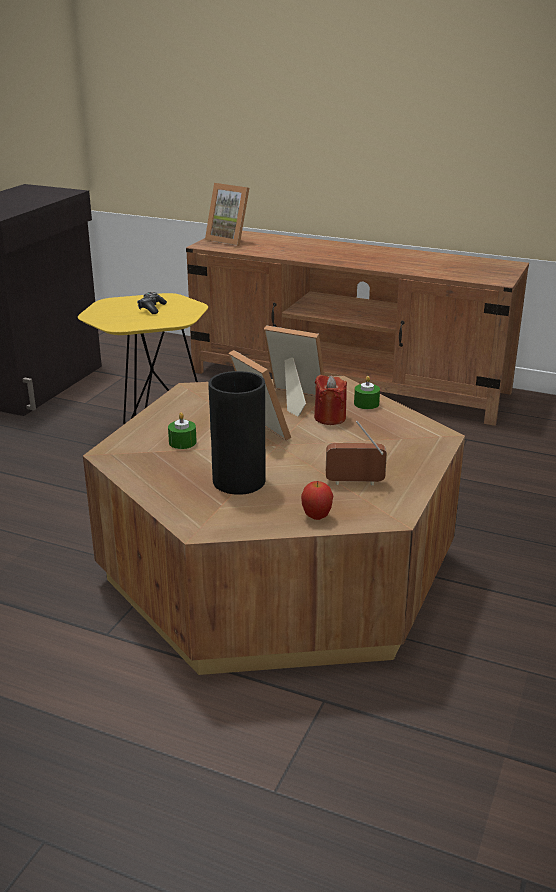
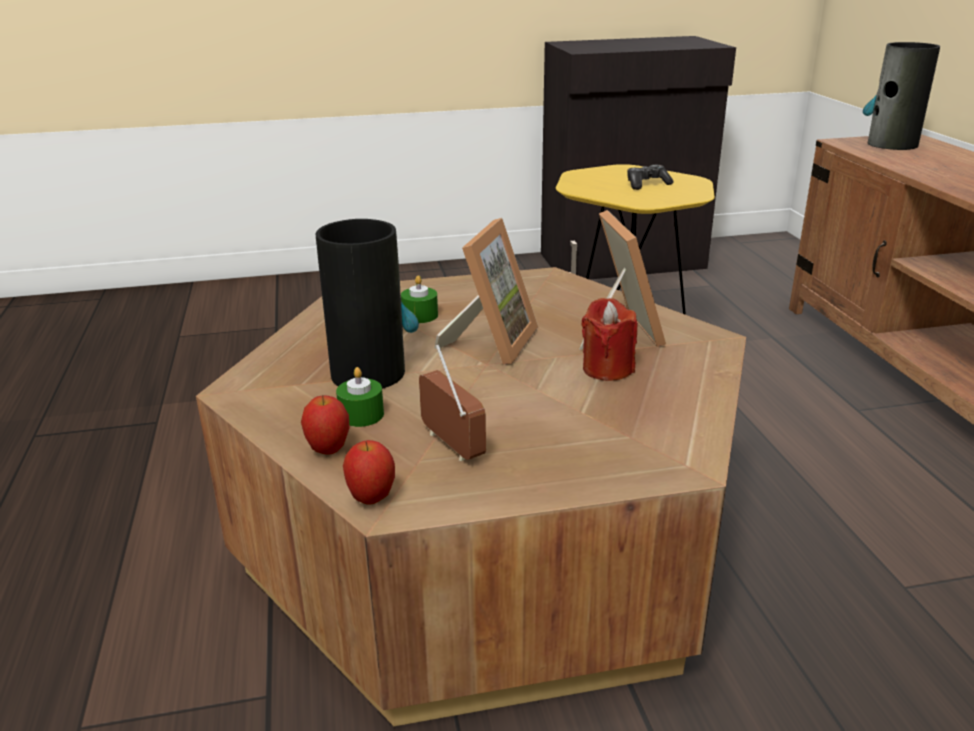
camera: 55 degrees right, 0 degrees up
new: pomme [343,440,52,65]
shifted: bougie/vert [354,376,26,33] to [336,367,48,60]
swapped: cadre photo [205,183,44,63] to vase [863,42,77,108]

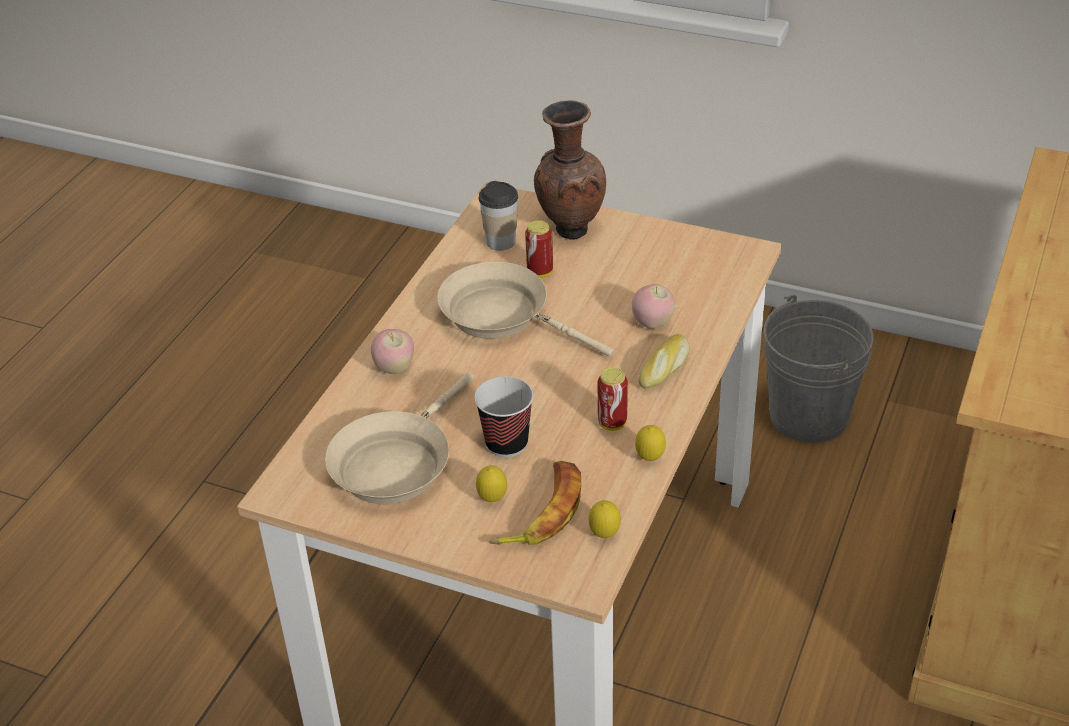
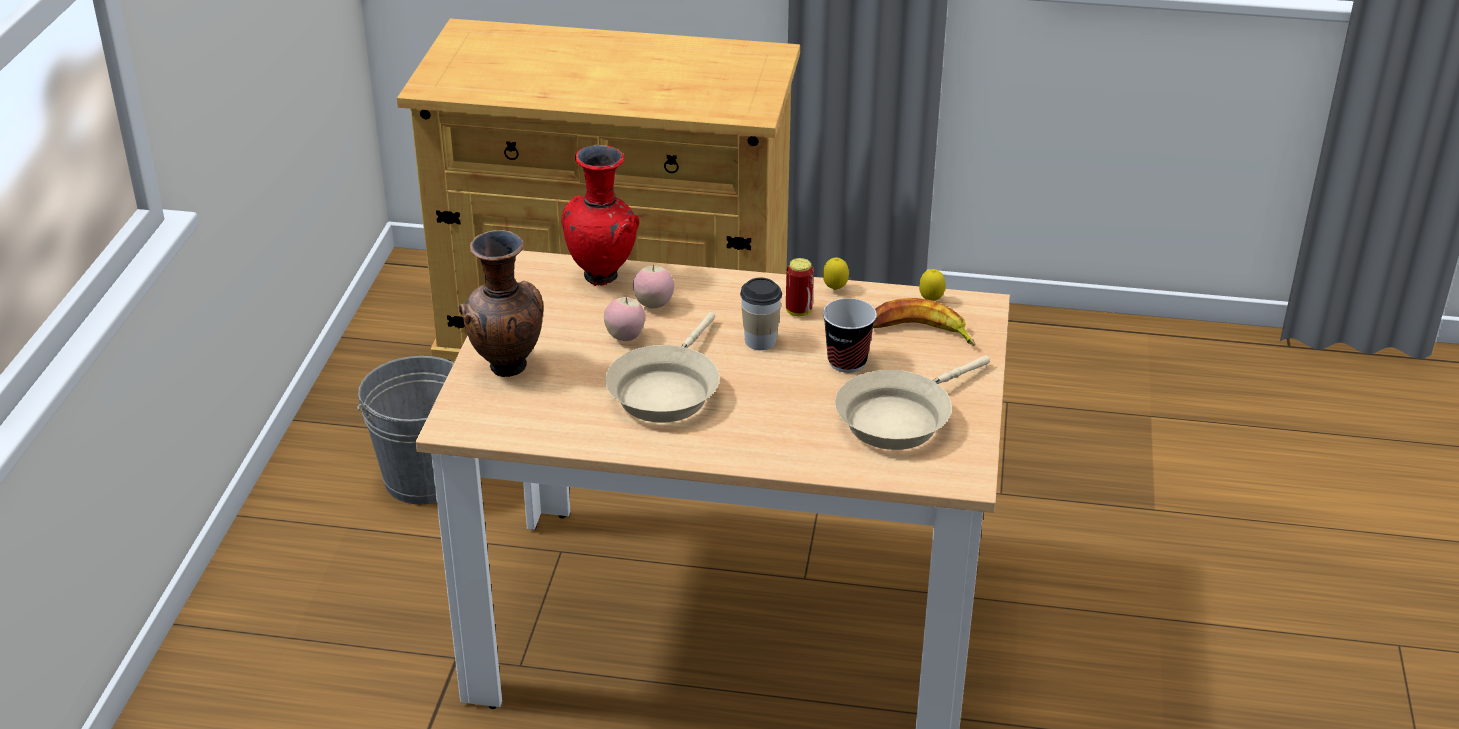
camera: 105 degrees left, 5 degrees down
gone: citron [476,465,31,37]; boîte métallique [525,220,28,58]; pain [638,334,52,54]
new: vase/rouge [561,145,78,141]
shifted: pomme [371,329,43,45] to [604,297,41,44]; tasse [479,181,39,70] to [740,278,42,72]
rotated: poêle/beige [325,372,149,133] = [835,355,155,95] 120 degrees clockwise

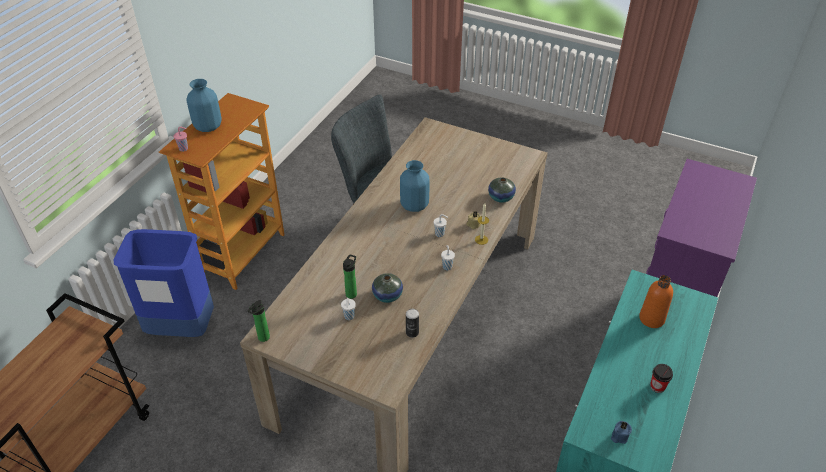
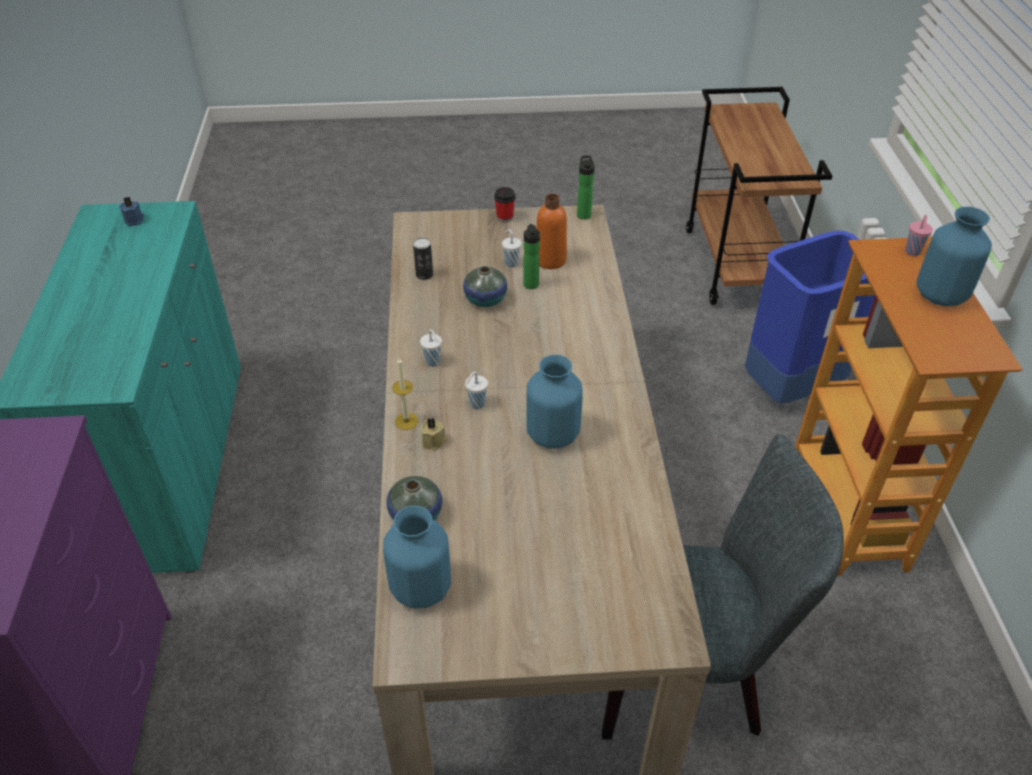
camera: 150 degrees right, 0 degrees up
new: vase/bleu [383,506,68,102]
shifted: bouteille/orange [639,275,34,53] to [536,194,31,75]; tasse [650,364,23,29] to [494,187,22,35]

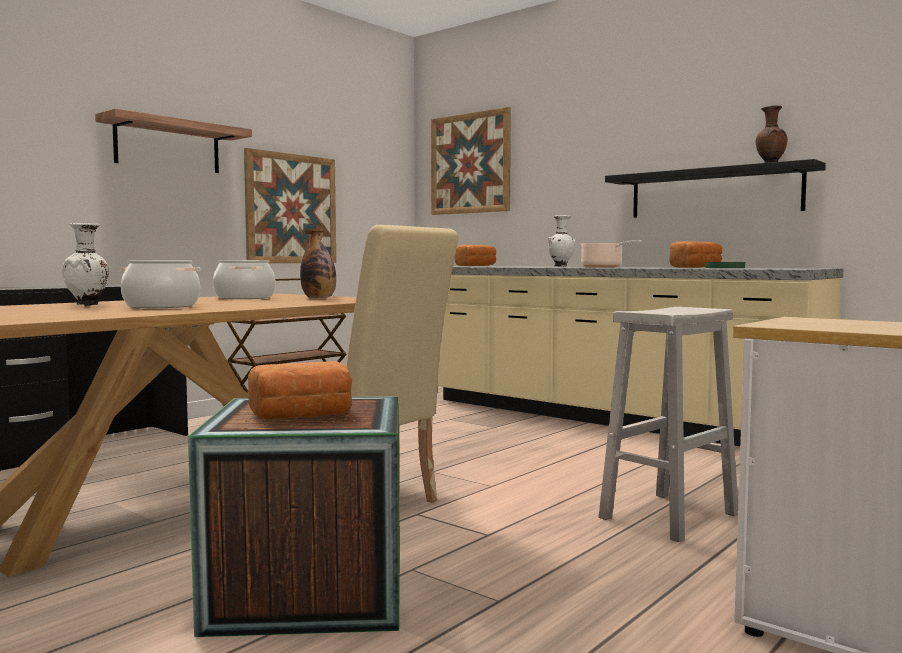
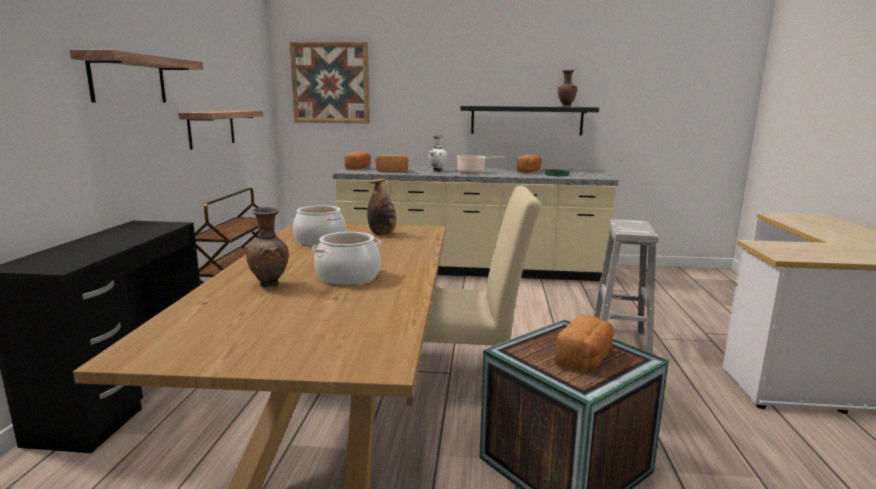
camera: 35 degrees left, 10 degrees up
new: pain [375,155,34,18]
swapped: tableau [244,148,92,115] to étagère [179,111,84,39]
repainted: vase/blanc [62,223,47,83] to vase/marron [246,207,43,81]

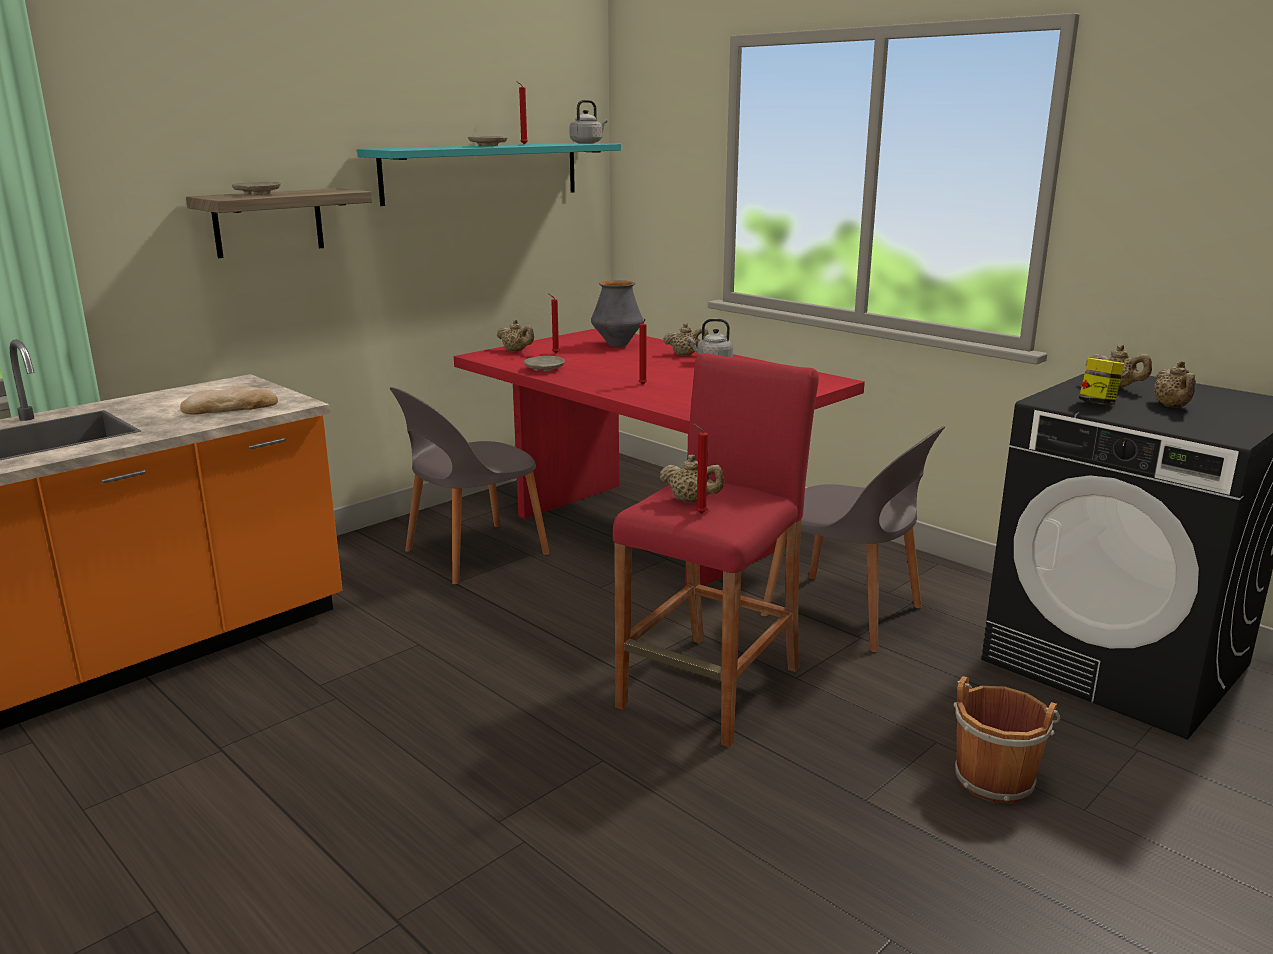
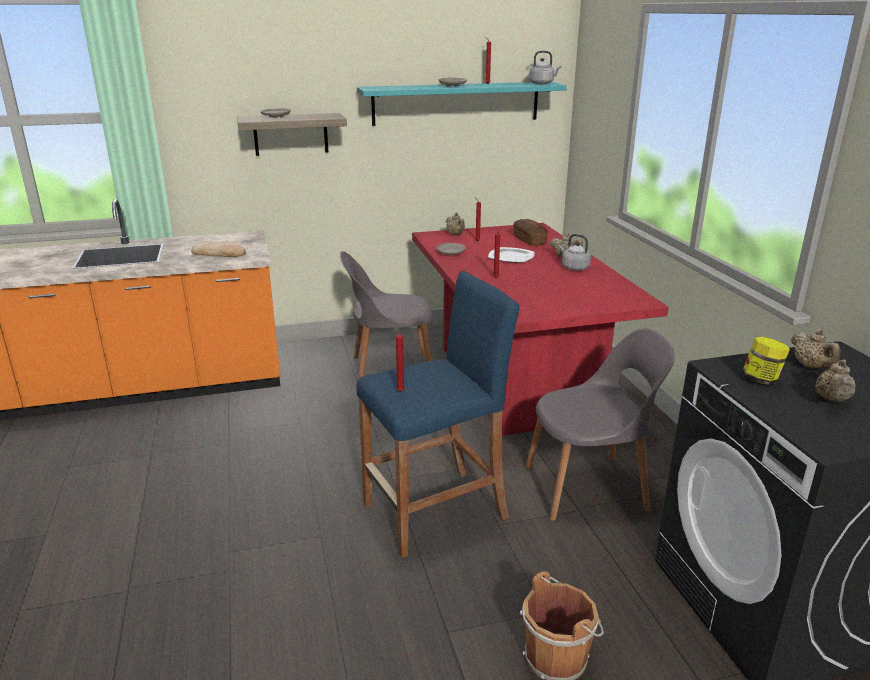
camera: 30 degrees right, 5 degrees up
gone: théière/beige [660,455,65,47]
new: assiette [488,247,47,16]
swapped: vase [591,280,52,67] to pain [513,219,35,27]
repainted: tabouret/rouge [613,353,206,394] to tabouret/bleu [356,271,163,287]
rotated: chaise/gris [760,426,186,226] = [525,328,150,193] 75 degrees counterclockwise

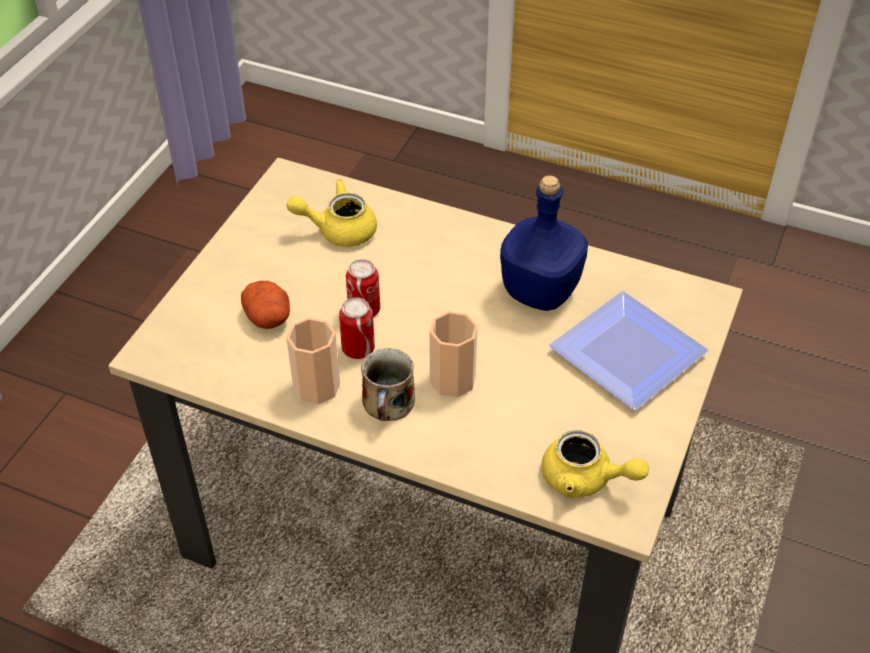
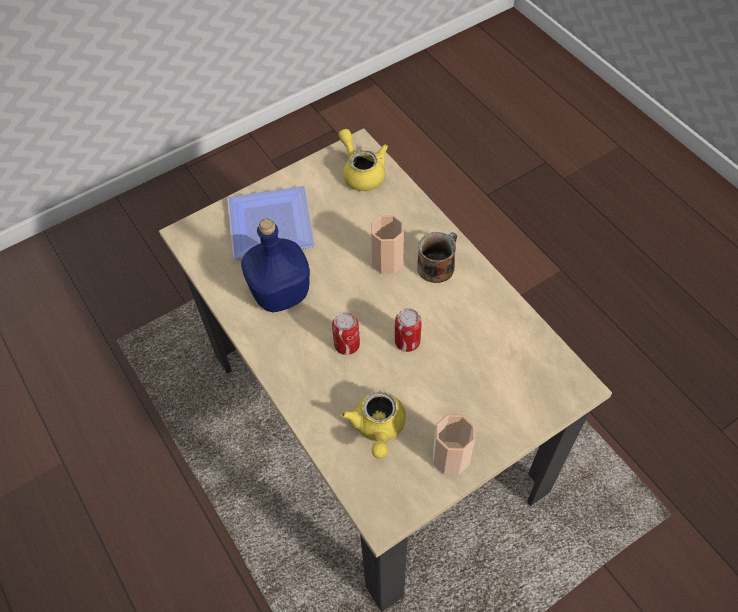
camera: 145 degrees left, 10 degrees up
gone: pomme de terre [241,281,49,48]
shifted: tasse [286,317,54,87] to [433,414,42,61]; boîte métallique [339,297,36,62] to [332,311,28,44]
rotated: théière/jaune [286,179,91,68] = [341,391,65,68] 60 degrees clockwise

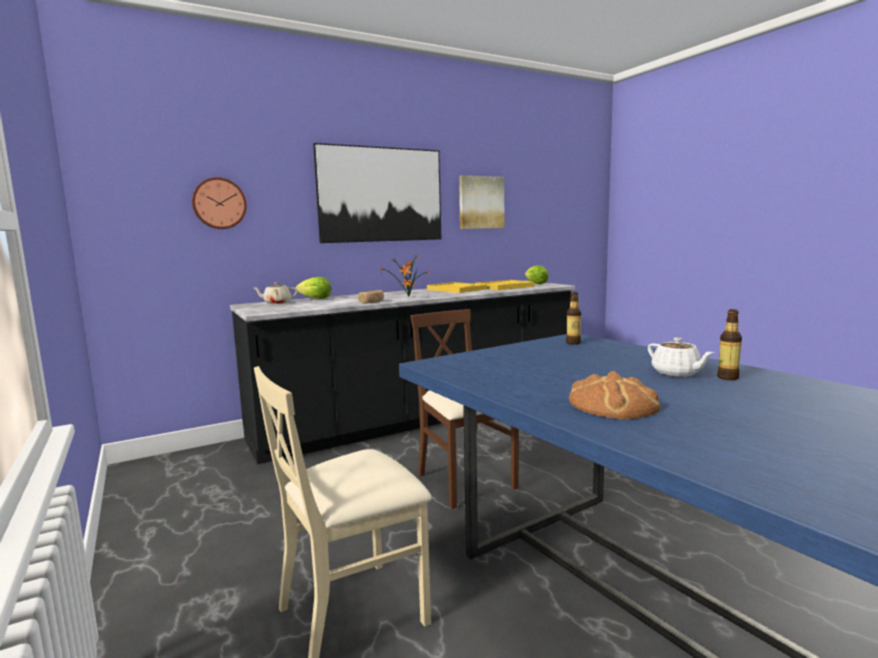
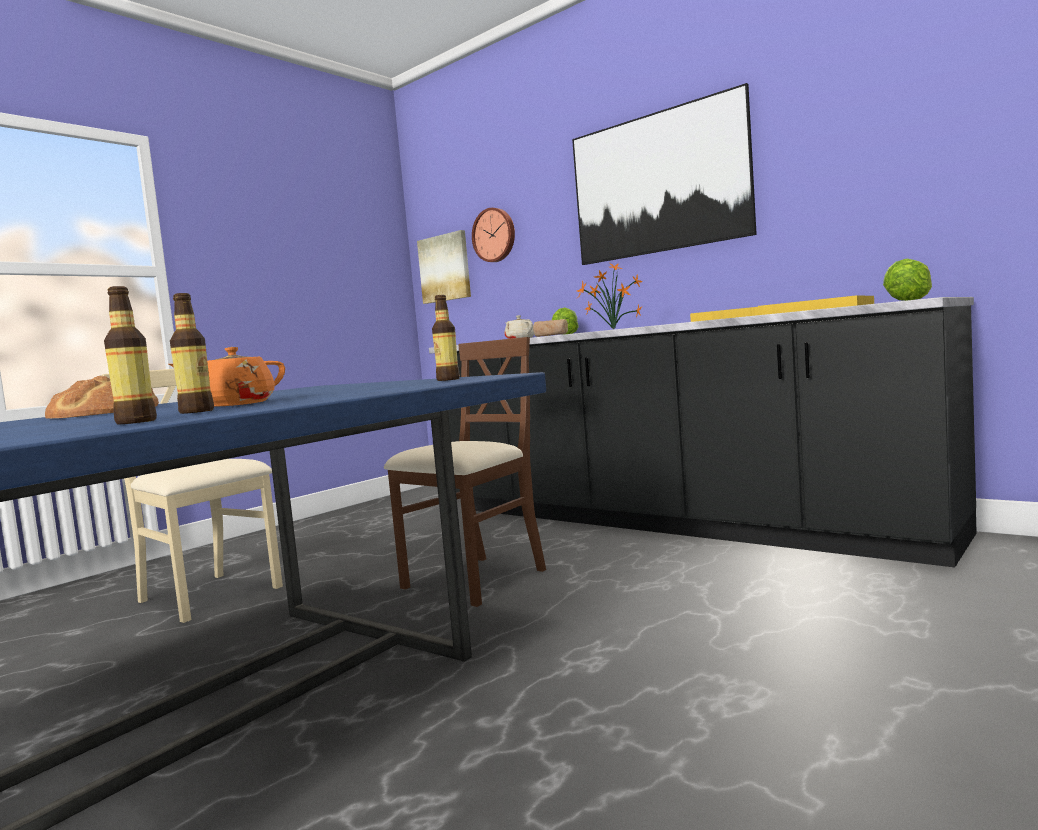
camera: 70 degrees right, 5 degrees down
new: bouteille [104,286,53,138]
shifted: tableau [459,175,45,54] to [417,230,54,74]
repainted: théière/blanc [648,337,66,40] to théière/orange [168,347,117,60]

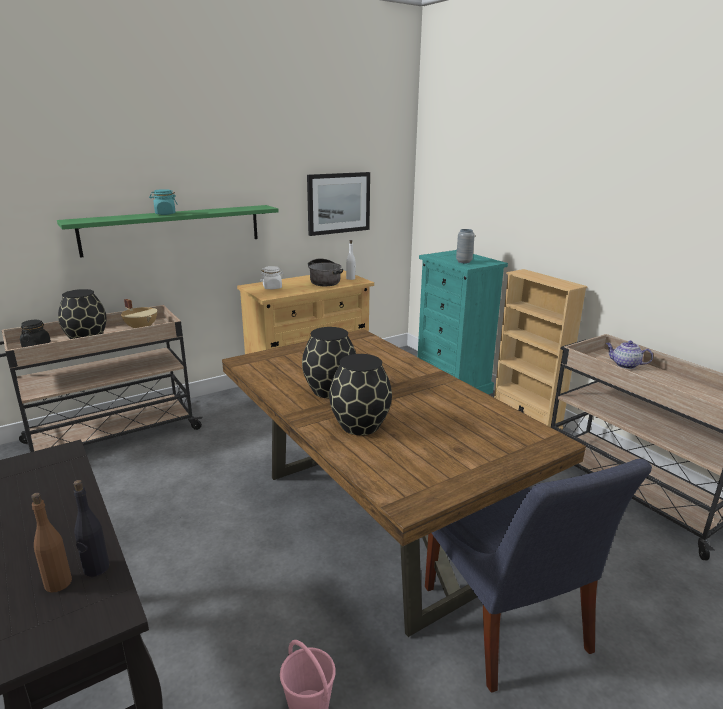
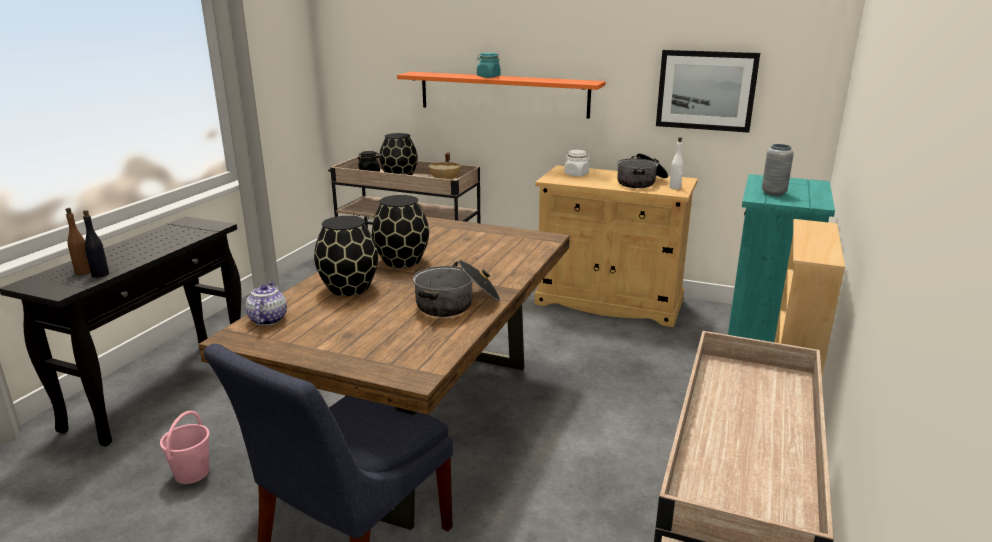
camera: 55 degrees right, 0 degrees up
new: marmite [413,260,87,57]
shifted: théière [606,341,47,28] to [245,281,42,44]
repainted: étagère/vert [57,205,221,53] to étagère/orange [397,72,209,47]

